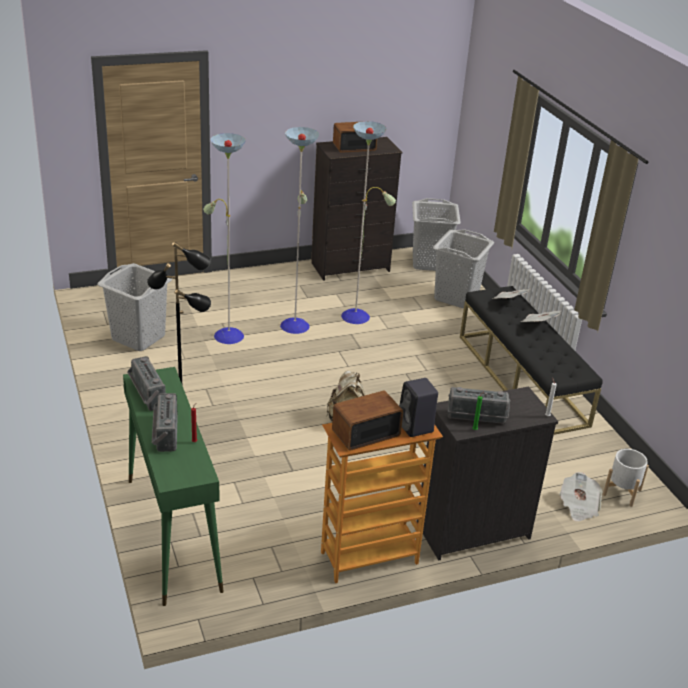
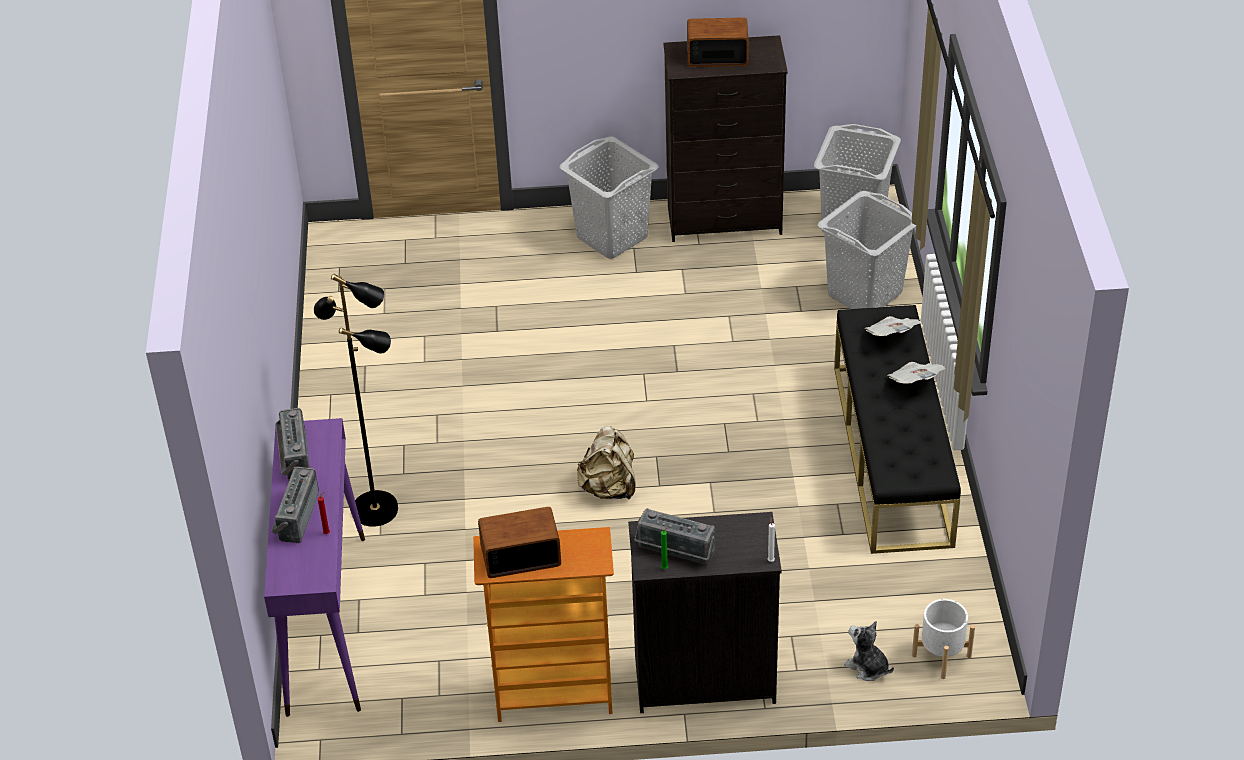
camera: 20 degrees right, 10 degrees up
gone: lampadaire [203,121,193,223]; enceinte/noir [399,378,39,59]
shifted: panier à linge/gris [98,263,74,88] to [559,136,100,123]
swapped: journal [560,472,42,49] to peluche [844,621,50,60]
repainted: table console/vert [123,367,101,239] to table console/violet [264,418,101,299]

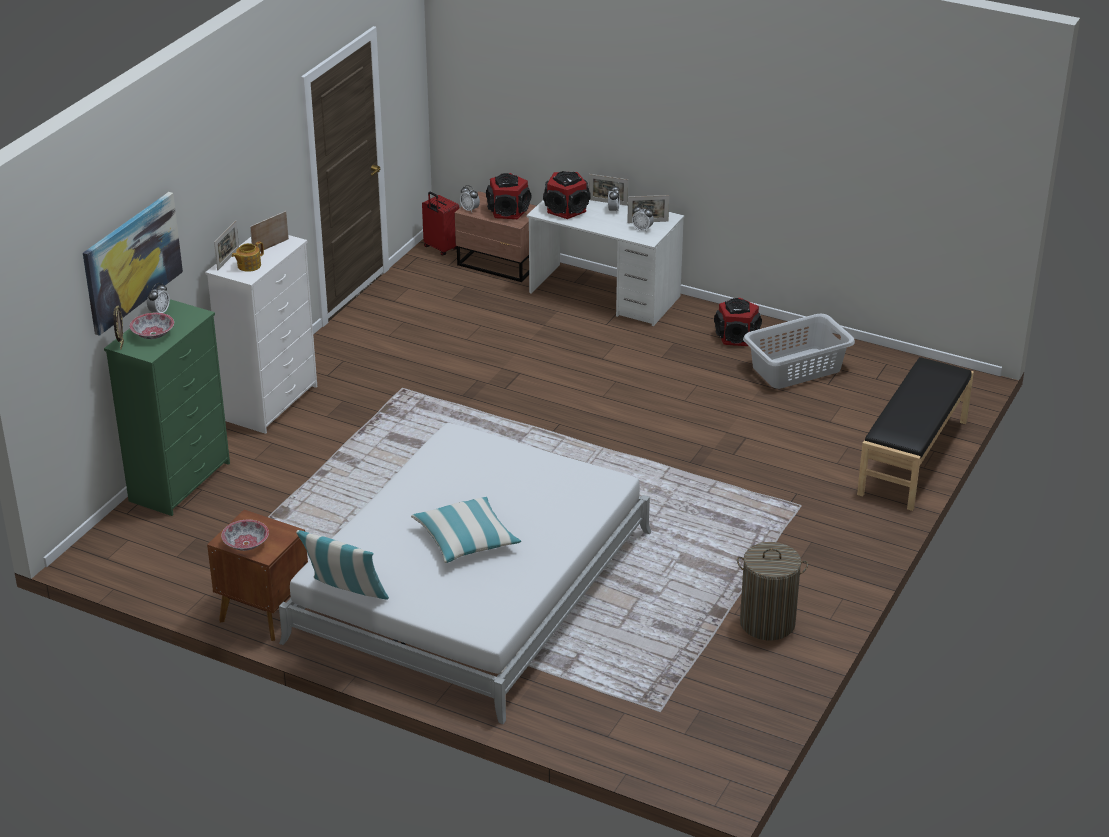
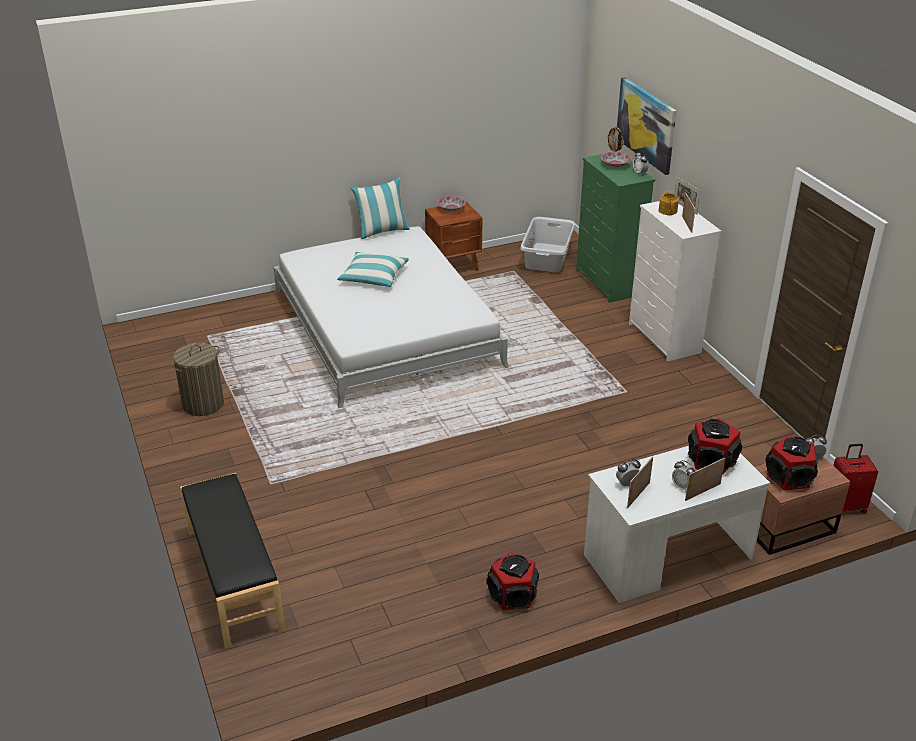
camera: 130 degrees right, 0 degrees up
shifted: panier à linge/gris [743,314,112,75] to [520,217,55,56]

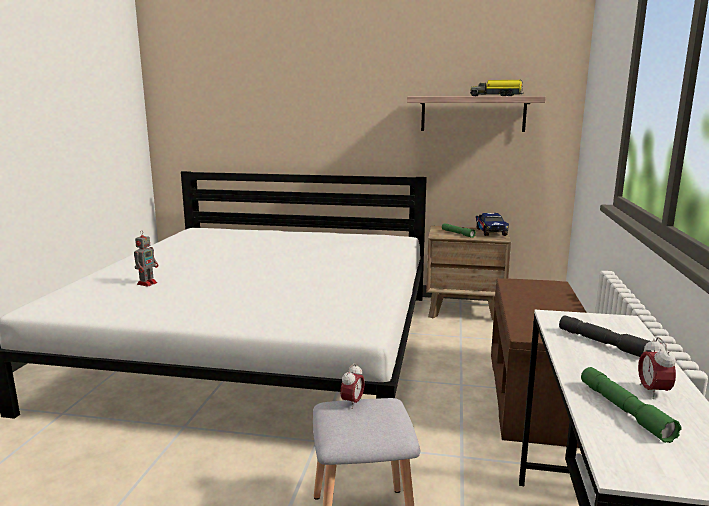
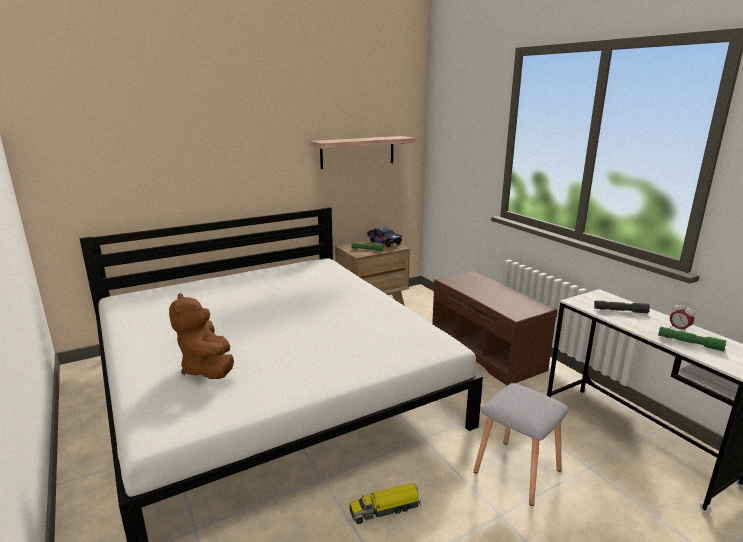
camera: 40 degrees left, 5 degrees up
gone: réveil [340,363,25,46]
shifted: camion jouet [470,80,53,16] to [350,483,71,41]
swapped: robot jouet [134,230,24,57] to peluche/marron [169,293,65,86]

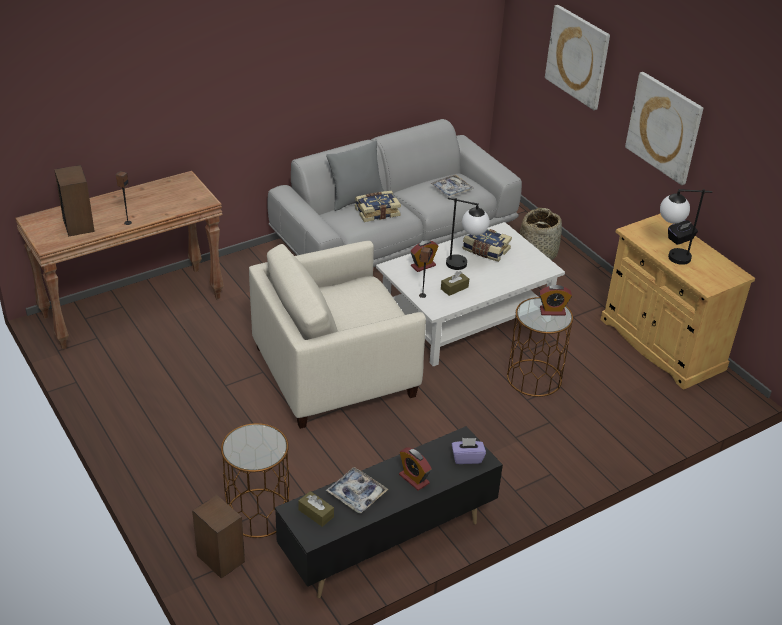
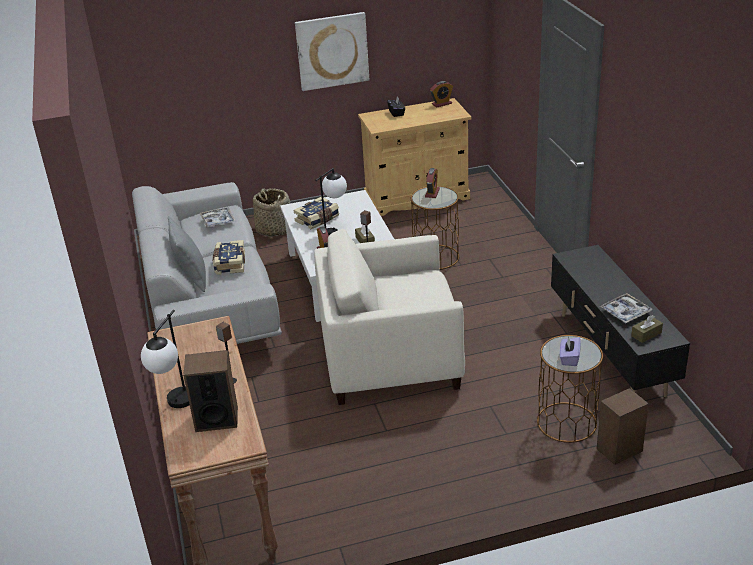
camera: 70 degrees left, 5 degrees down
gone: tableau [545,5,65,105]
shifted: réveil [399,447,33,44] to [430,81,23,27]; boîte à mouchoirs/violet [452,438,34,26] to [560,336,21,30]; lampe de table [660,189,52,76] to [141,310,49,98]
rotated: fauteuil/beige [249,241,177,188] = [314,229,151,176] 90 degrees clockwise

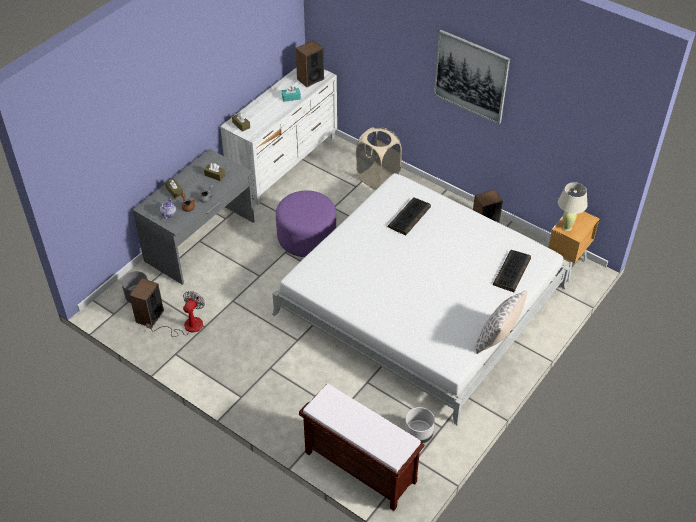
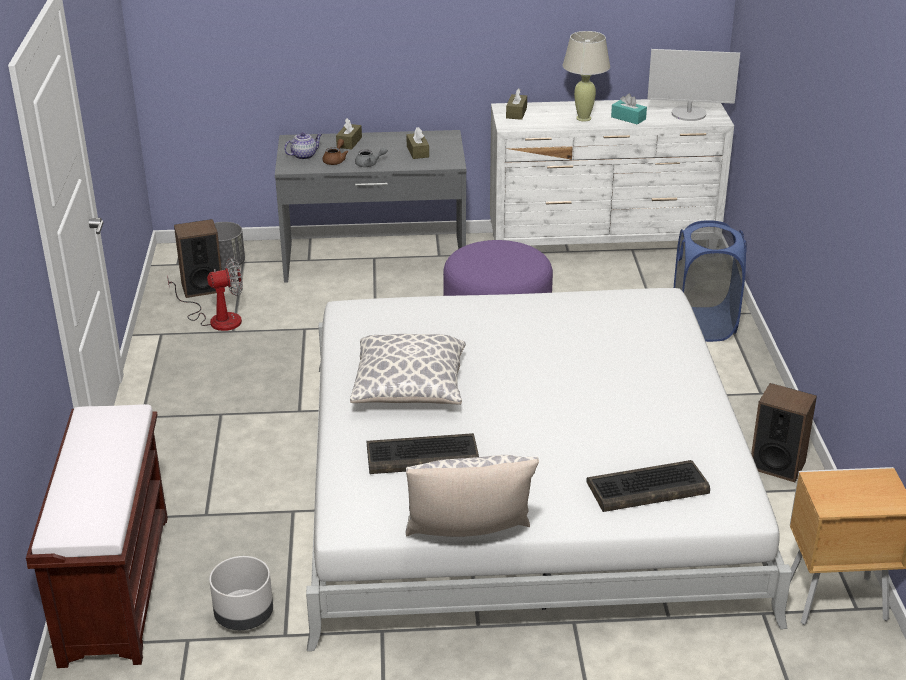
camera: 50 degrees right, 15 degrees down
gone: tableau [434,30,76,95]
new: coussin [350,334,116,71]
shifted: clavier [388,197,43,39] to [367,433,112,41]; lampe de table/beige [558,182,30,49] to [563,31,47,91]
swapped: enceinte [296,40,28,47] to écran d'ordinateur [647,49,93,72]
repainted: panier à linge/beige [356,128,46,62] to panier à linge/bleu [674,220,73,122]

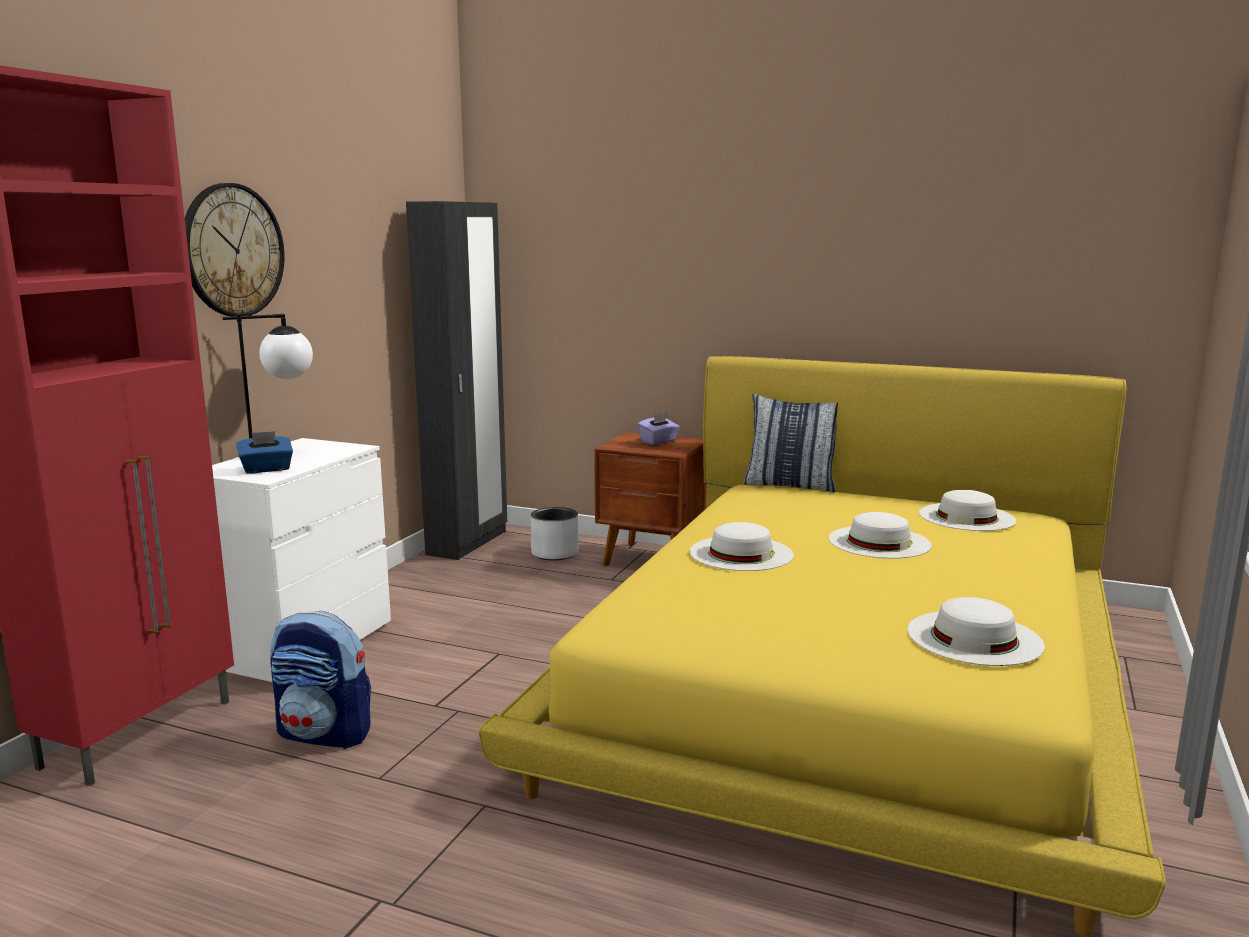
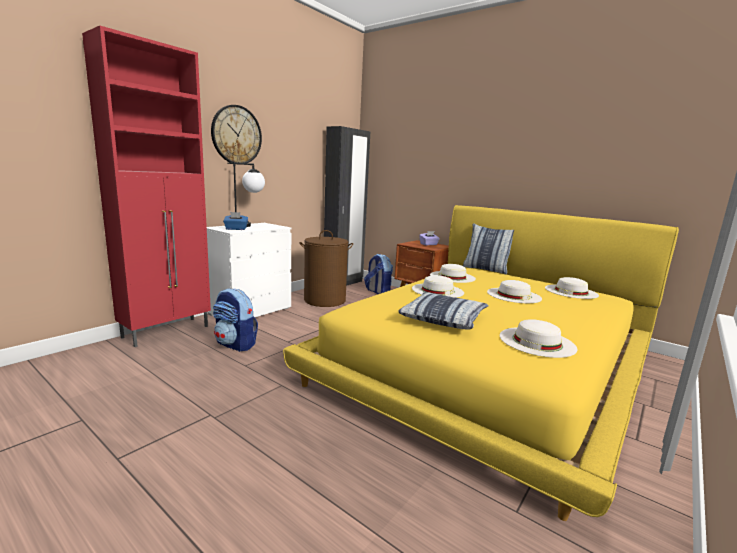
camera: 15 degrees right, 0 degrees up
new: panier à linge/marron [299,230,54,77]; coussin [398,292,91,38]; chapeau/blanc [430,264,46,19]
swapped: cache-pot/gris [531,507,48,54] to sac à dos [364,254,29,40]

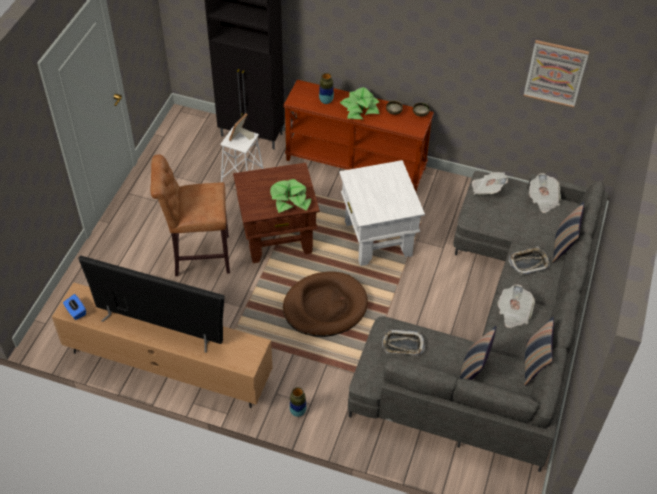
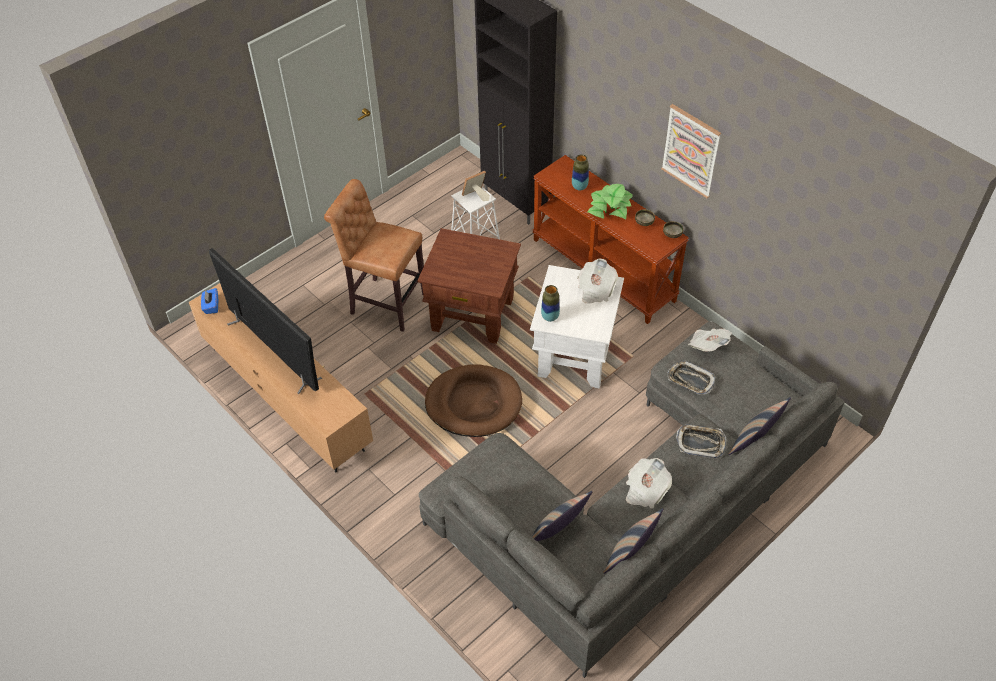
camera: 30 degrees right, 0 degrees up
gone: plante en pot [270,179,41,34]
shifted: vase [290,387,17,30] to [541,285,19,37]; plateau [382,329,43,27] to [668,361,47,34]; tableau [524,40,65,67] to [661,104,60,94]; journal [529,173,32,40] to [577,259,41,45]

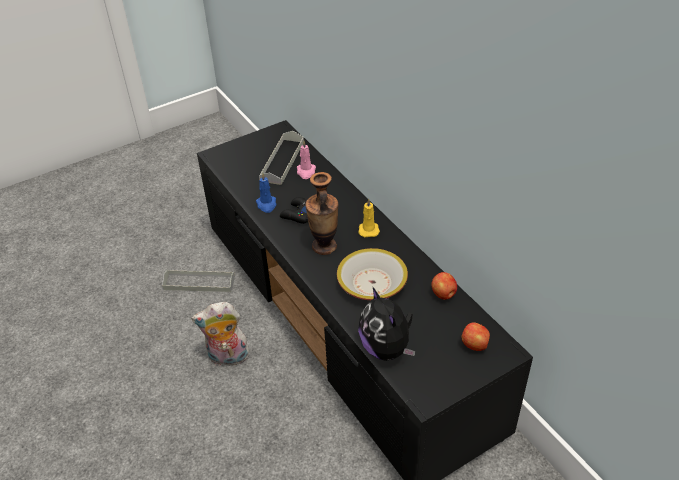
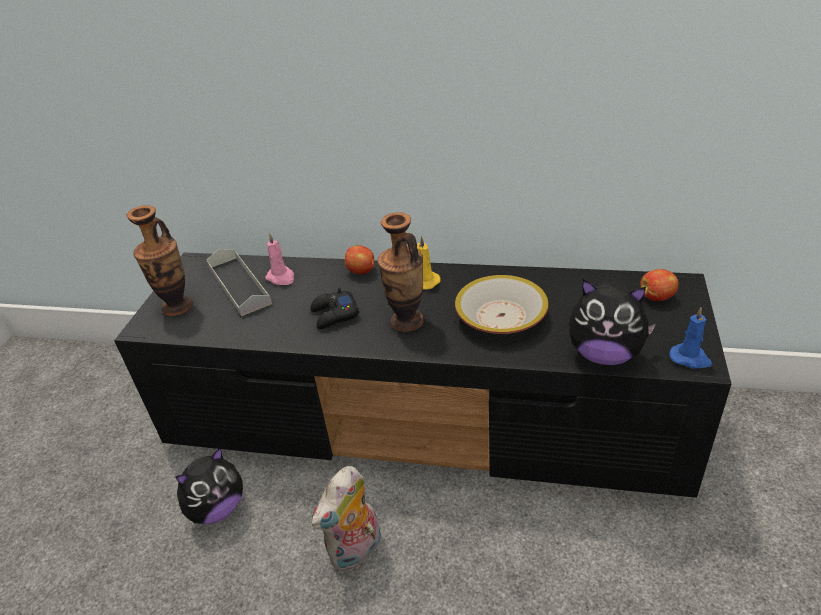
camera: 45 degrees left, 5 degrees down
new: vase [127,205,66,111]
shifted: bougie/bleu [256,173,20,40] to [669,307,43,62]; pomme [431,272,26,28] to [345,245,29,29]
swapped: plateau/gris [162,270,73,22] to peluche [175,447,68,77]

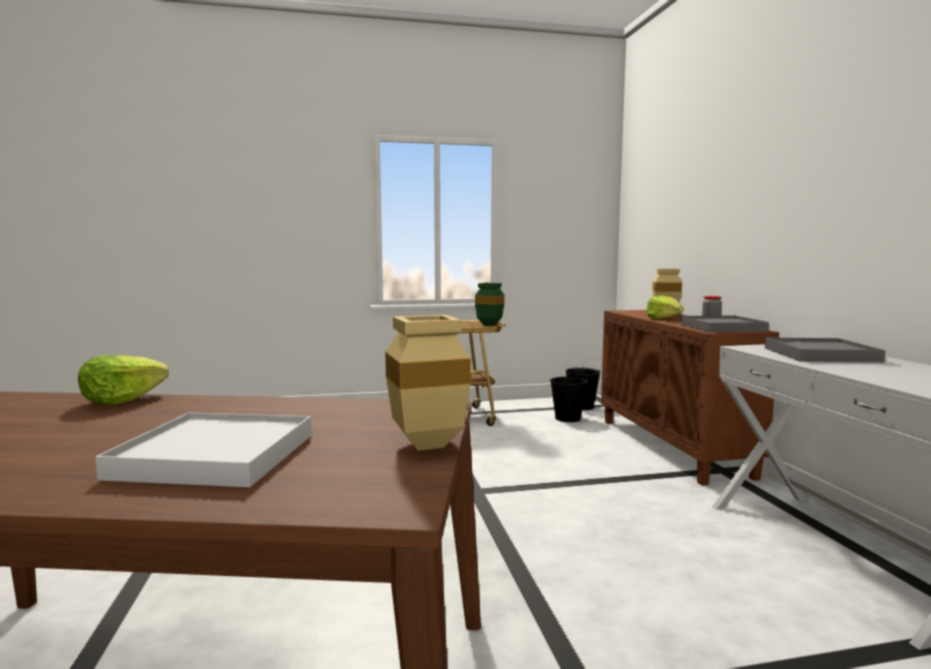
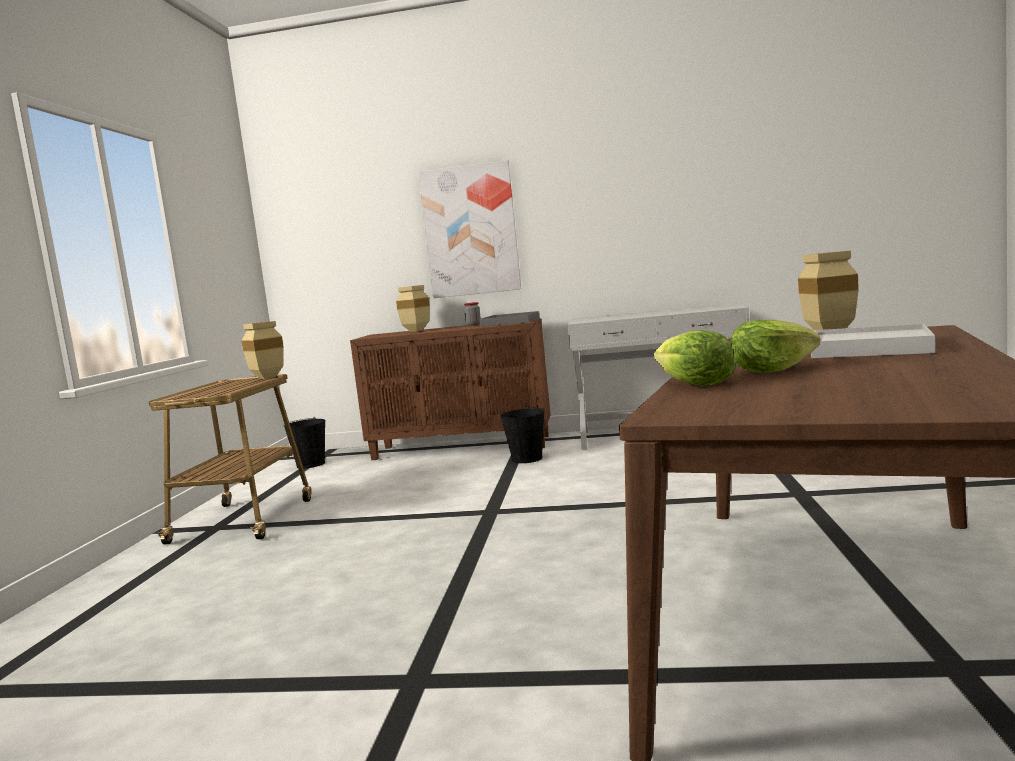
camera: 70 degrees left, 0 degrees up
gone: plateau/gris [765,337,121,26]
new: tableau [418,160,103,138]
shifted: seau/noir [550,377,38,45] to [500,406,45,57]; laitue [646,295,37,24] to [731,320,89,53]
repainted: vase/vert [475,283,29,43] to vase/beige [242,321,42,58]

